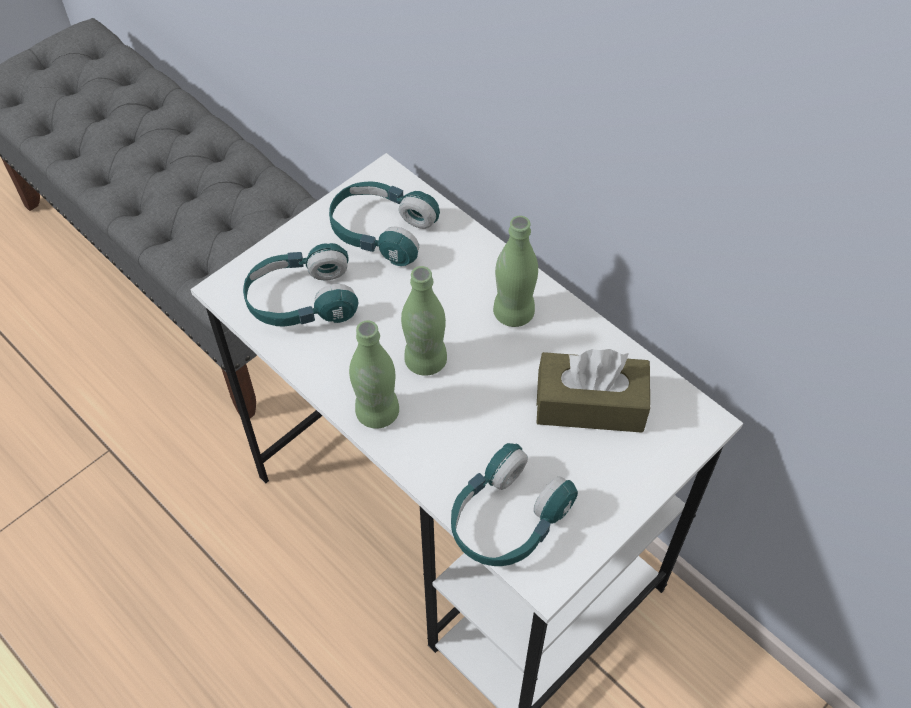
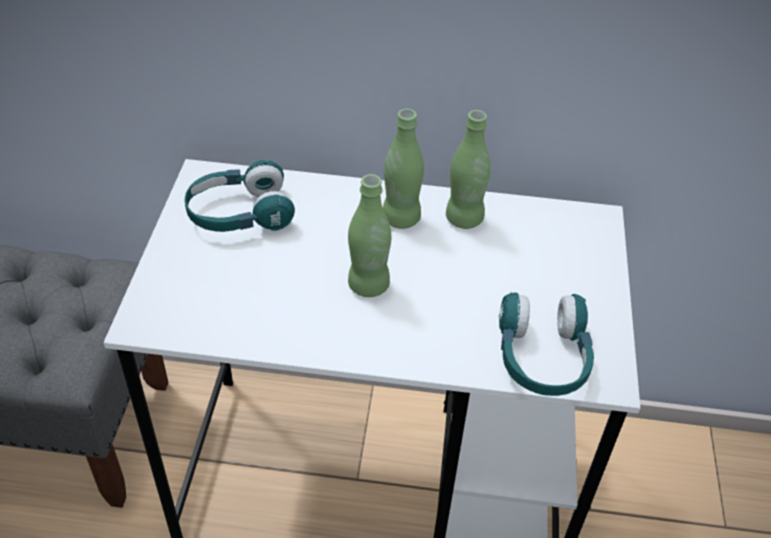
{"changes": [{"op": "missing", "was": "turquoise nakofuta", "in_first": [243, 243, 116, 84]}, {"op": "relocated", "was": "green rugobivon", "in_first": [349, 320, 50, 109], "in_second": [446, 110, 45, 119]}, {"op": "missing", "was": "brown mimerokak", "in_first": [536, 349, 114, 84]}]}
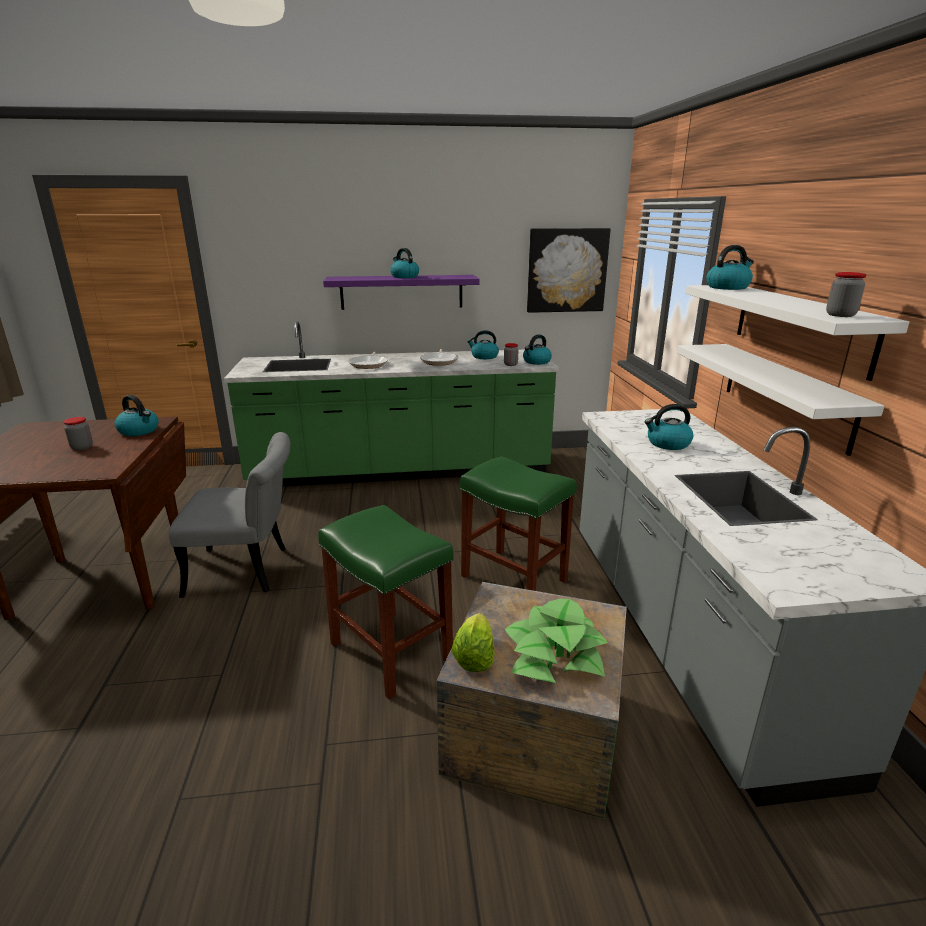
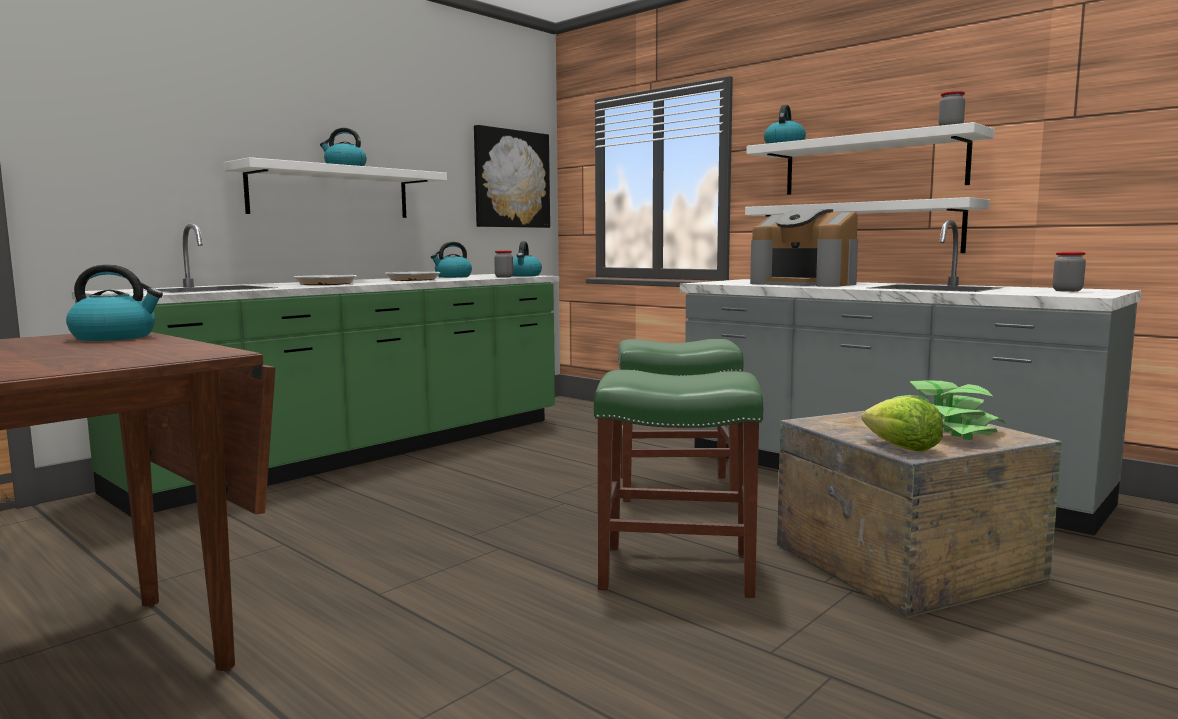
{"changes": [{"op": "relocated", "was": "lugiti", "in_first": [63, 417, 30, 33], "in_second": [1053, 252, 33, 40]}, {"op": "missing", "was": "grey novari", "in_first": [169, 432, 122, 166]}, {"op": "colour", "was": "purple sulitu", "now": "white sulitu", "in_first": [323, 275, 157, 35], "in_second": [223, 157, 224, 61]}, {"op": "exchanged", "was": "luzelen", "now": "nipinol", "in_first": [645, 404, 48, 46], "in_second": [750, 209, 108, 78]}]}
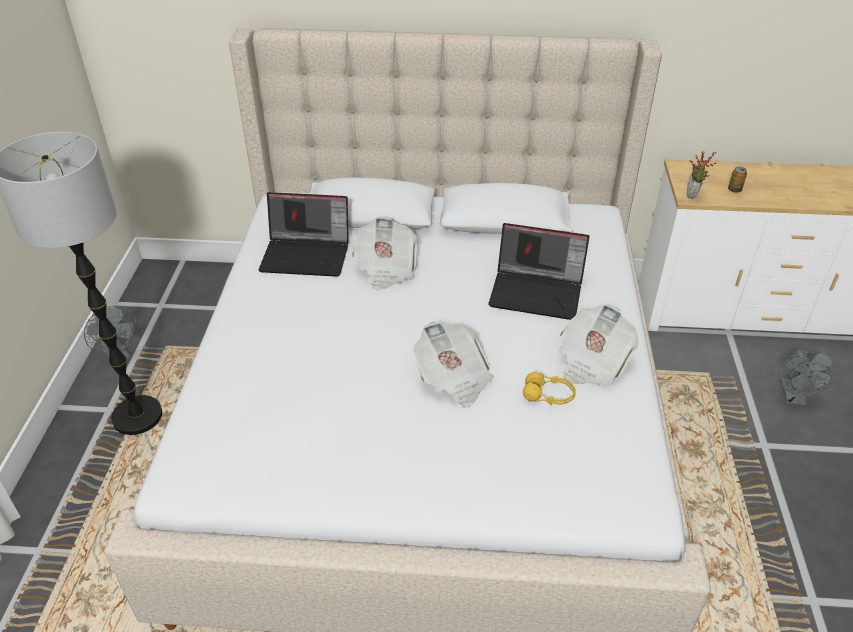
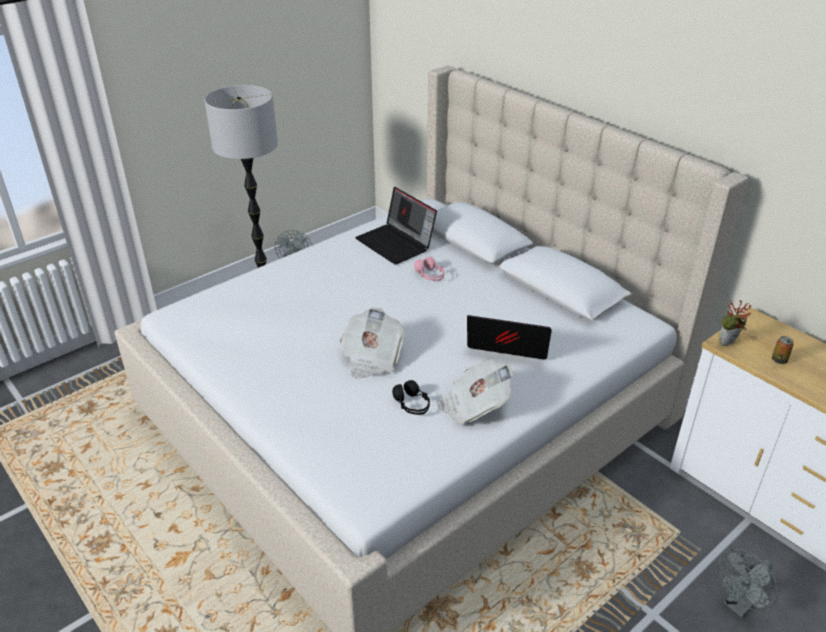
{"changes": [{"op": "exchanged", "was": "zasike", "now": "pink nakofuta", "in_first": [352, 216, 66, 74], "in_second": [414, 257, 31, 24]}, {"op": "spun", "was": "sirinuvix", "in_first": [488, 223, 101, 97], "in_second": [467, 315, 85, 45], "clockwise": 135}, {"op": "colour", "was": "yellow nakofuta", "now": "black nakofuta", "in_first": [523, 372, 53, 33], "in_second": [392, 380, 38, 35]}]}
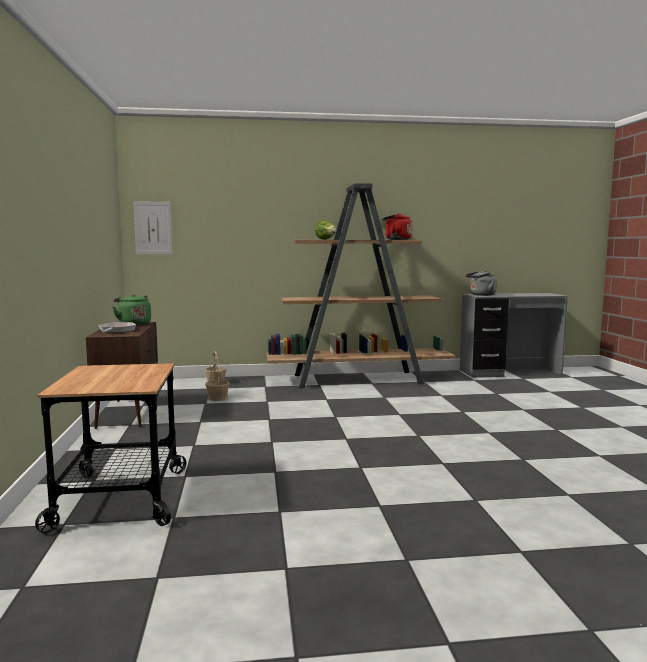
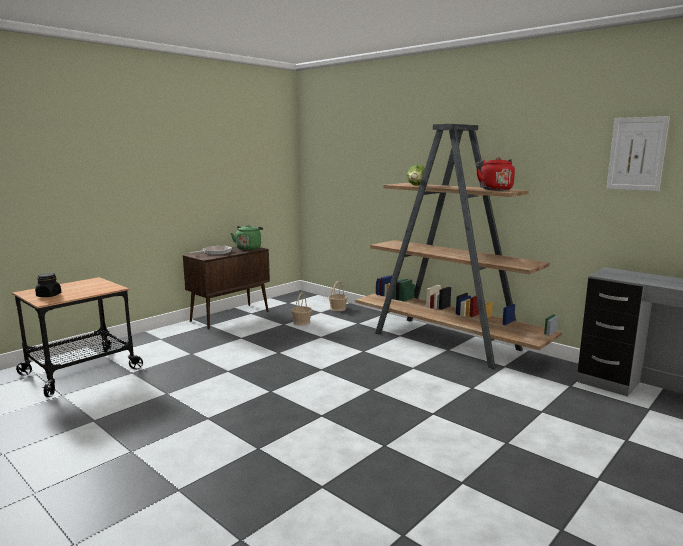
{"changes": [{"op": "relocated", "was": "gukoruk", "in_first": [134, 201, 39, 54], "in_second": [606, 116, 64, 75]}, {"op": "missing", "was": "grey luzelen", "in_first": [466, 270, 31, 26]}, {"op": "appeared", "now": "black lugiti", "in_second": [35, 273, 26, 24]}]}
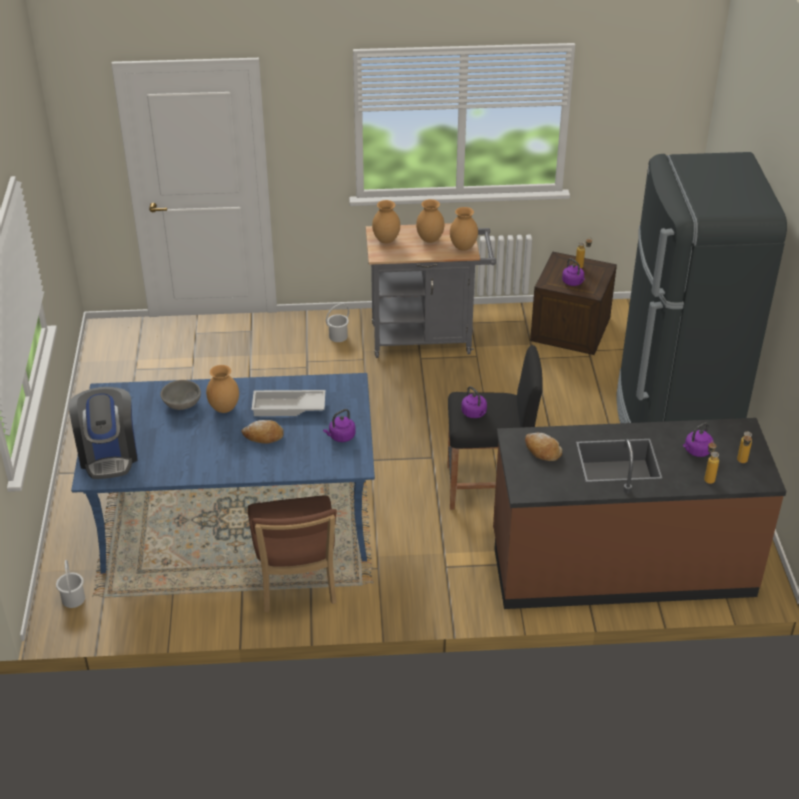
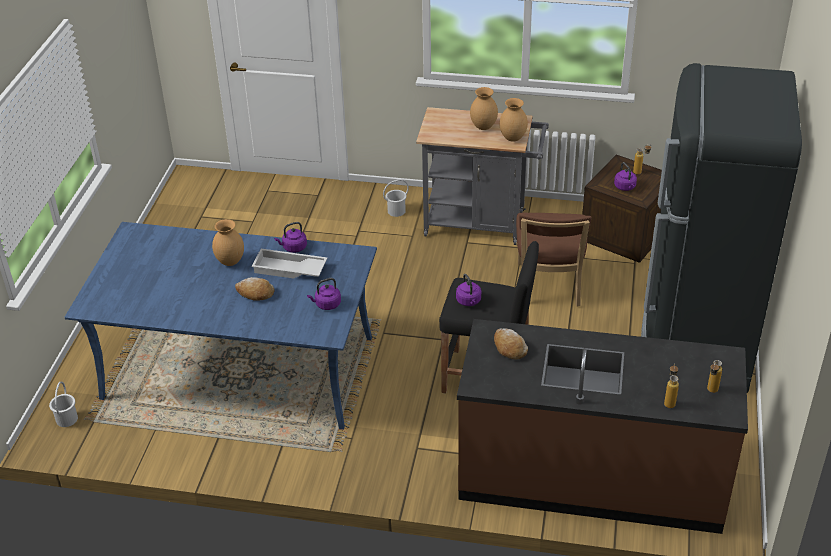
{"changes": [{"op": "missing", "was": "nipinol", "in_first": [69, 387, 69, 92]}, {"op": "missing", "was": "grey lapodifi", "in_first": [160, 380, 41, 30]}, {"op": "relocated", "was": "brown novari", "in_first": [248, 496, 89, 116], "in_second": [516, 213, 76, 93]}, {"op": "missing", "was": "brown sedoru", "in_first": [372, 200, 28, 44]}, {"op": "relocated", "was": "purple luzelen", "in_first": [683, 422, 30, 35], "in_second": [274, 222, 33, 31]}]}
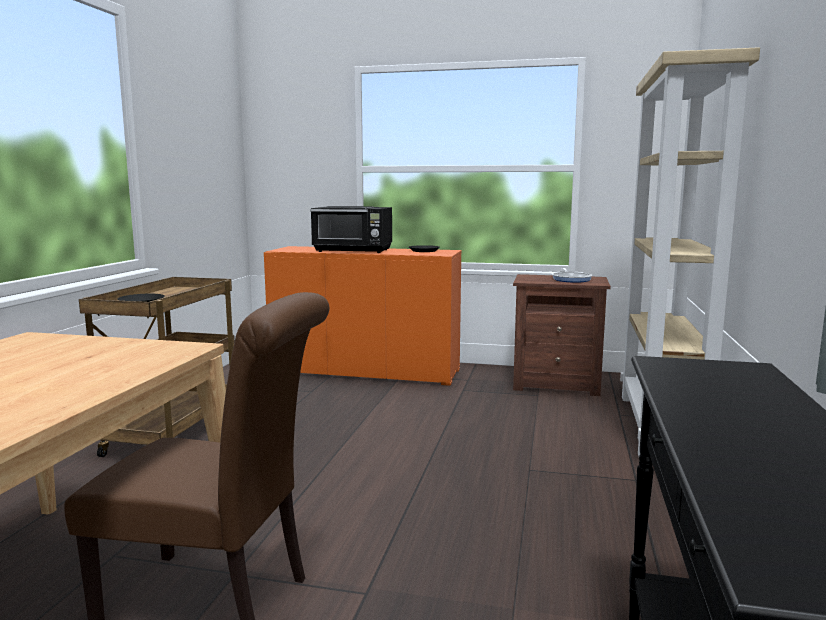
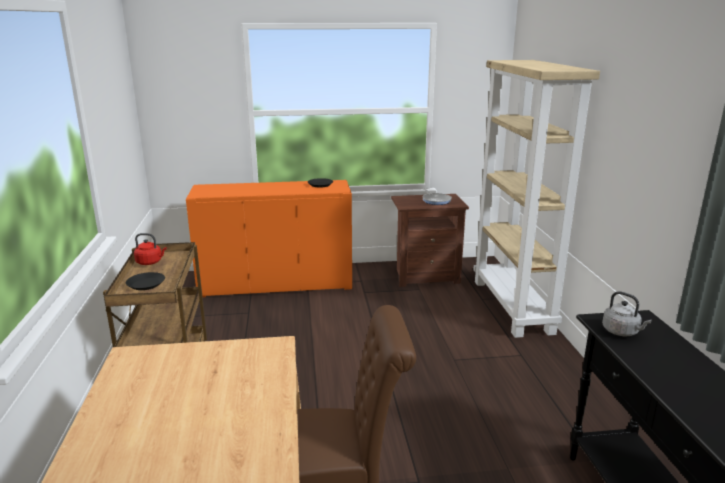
{"changes": [{"op": "missing", "was": "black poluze", "in_first": [310, 206, 82, 47]}, {"op": "appeared", "now": "red luzelen", "in_second": [134, 233, 33, 32]}, {"op": "appeared", "now": "grey luzelen", "in_second": [602, 291, 50, 45]}]}
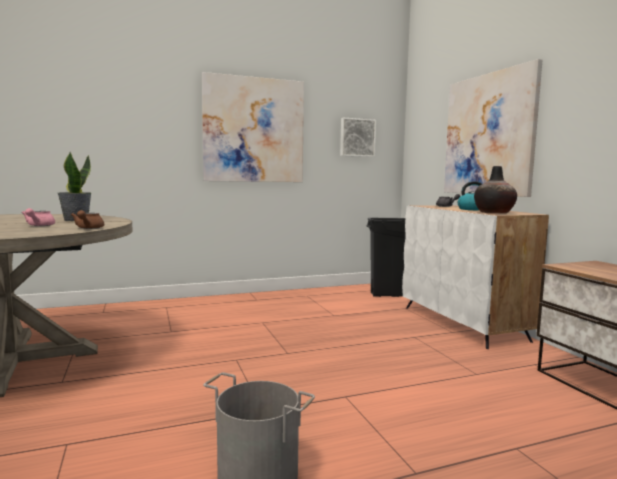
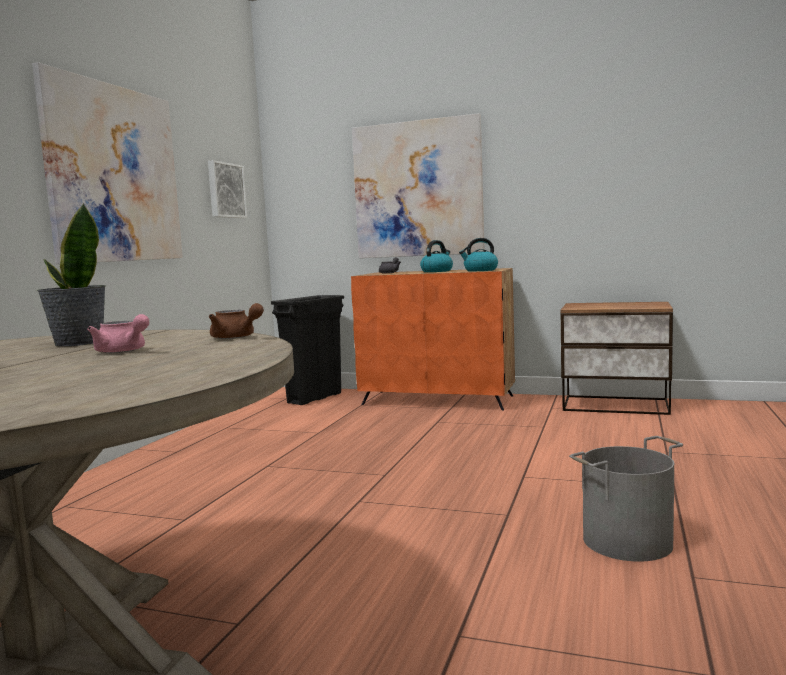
{"changes": [{"op": "colour", "was": "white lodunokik", "now": "orange lodunokik", "in_first": [402, 205, 147, 144], "in_second": [351, 268, 164, 142]}, {"op": "exchanged", "was": "sedoru", "now": "luzelen", "in_first": [474, 166, 43, 48], "in_second": [459, 238, 39, 33]}]}
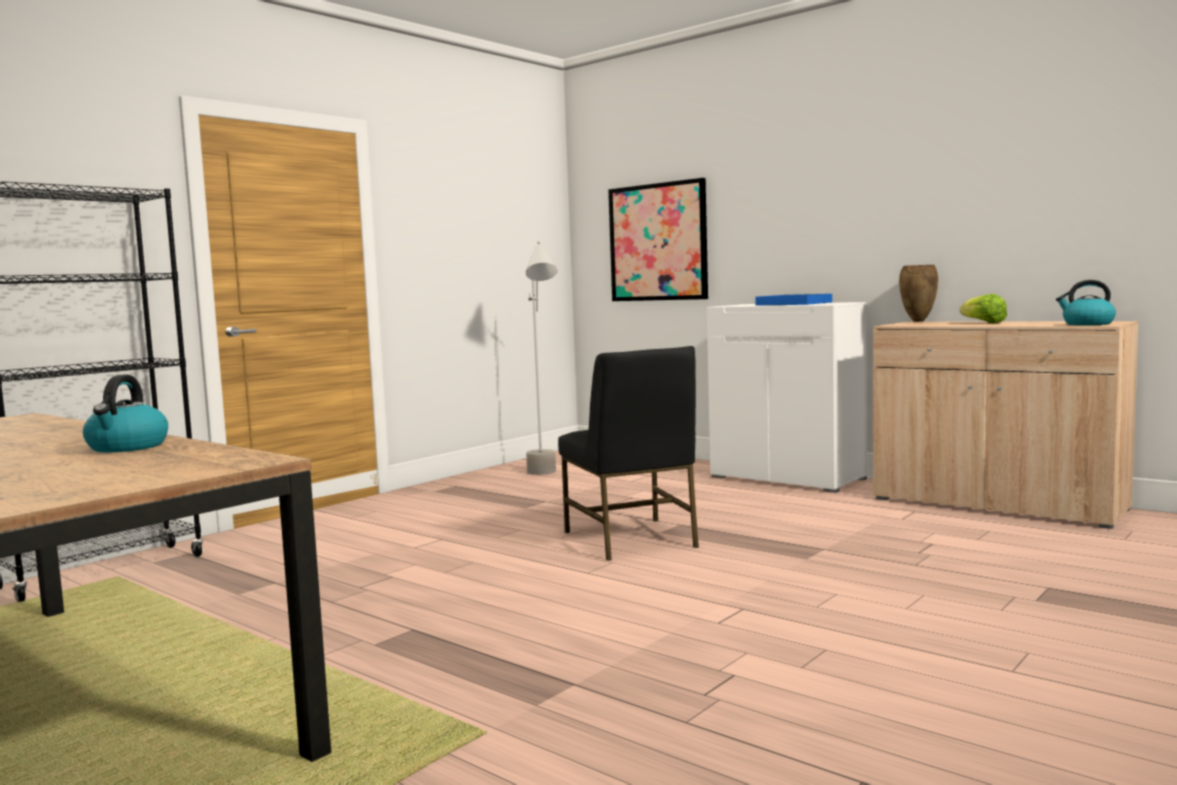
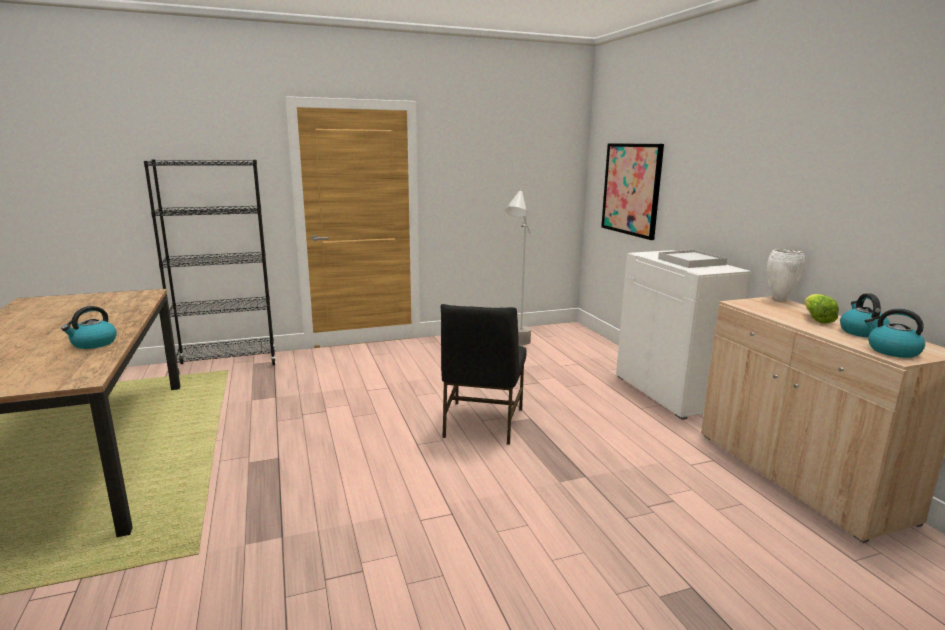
{"changes": [{"op": "colour", "was": "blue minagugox", "now": "white minagugox", "in_first": [755, 294, 77, 12], "in_second": [658, 250, 69, 18]}, {"op": "colour", "was": "brown sedoru", "now": "white sedoru", "in_first": [899, 265, 39, 57], "in_second": [767, 249, 38, 52]}, {"op": "appeared", "now": "luzelen", "in_second": [840, 293, 50, 45]}]}
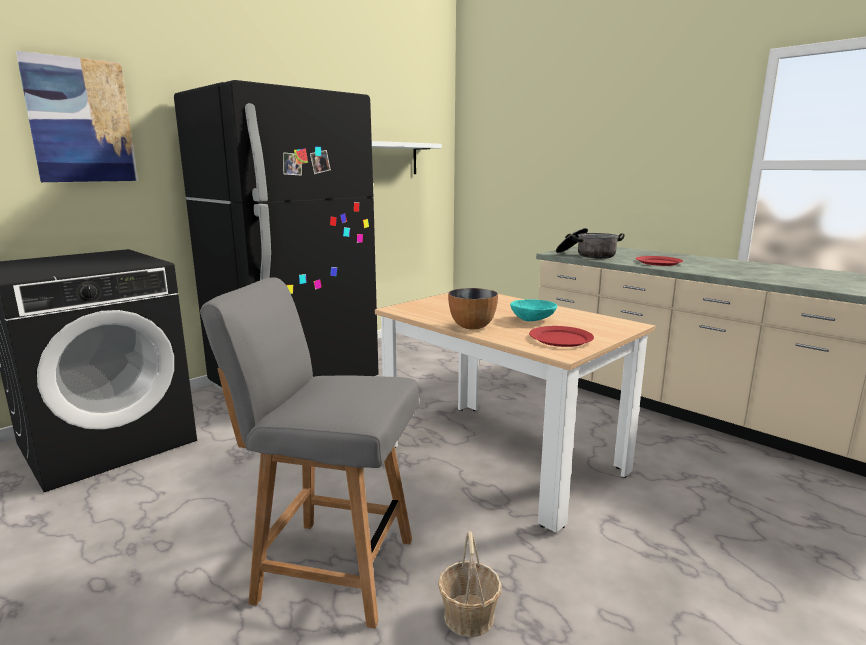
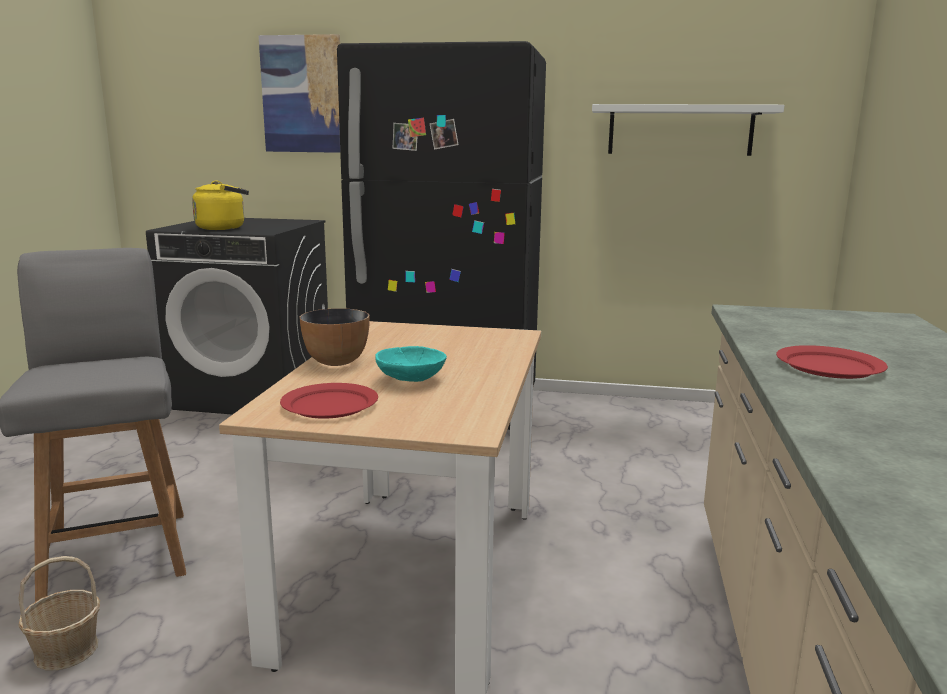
{"changes": [{"op": "missing", "was": "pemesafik", "in_first": [556, 228, 69, 31]}, {"op": "appeared", "now": "yellow luzelen", "in_second": [192, 181, 57, 49]}]}
